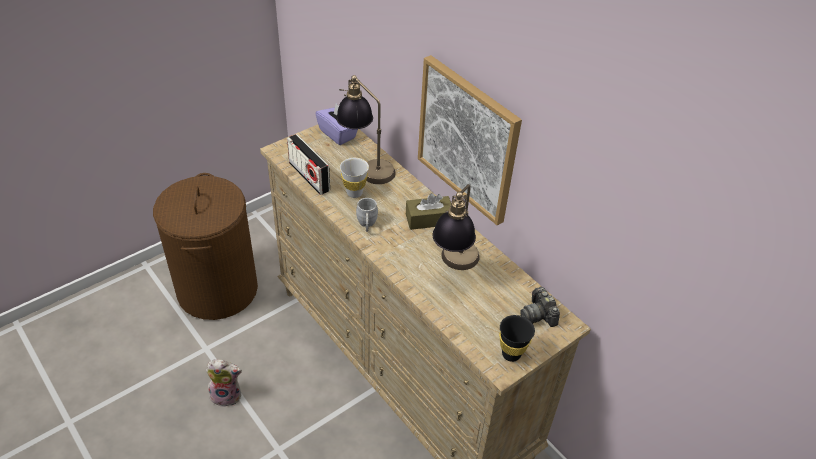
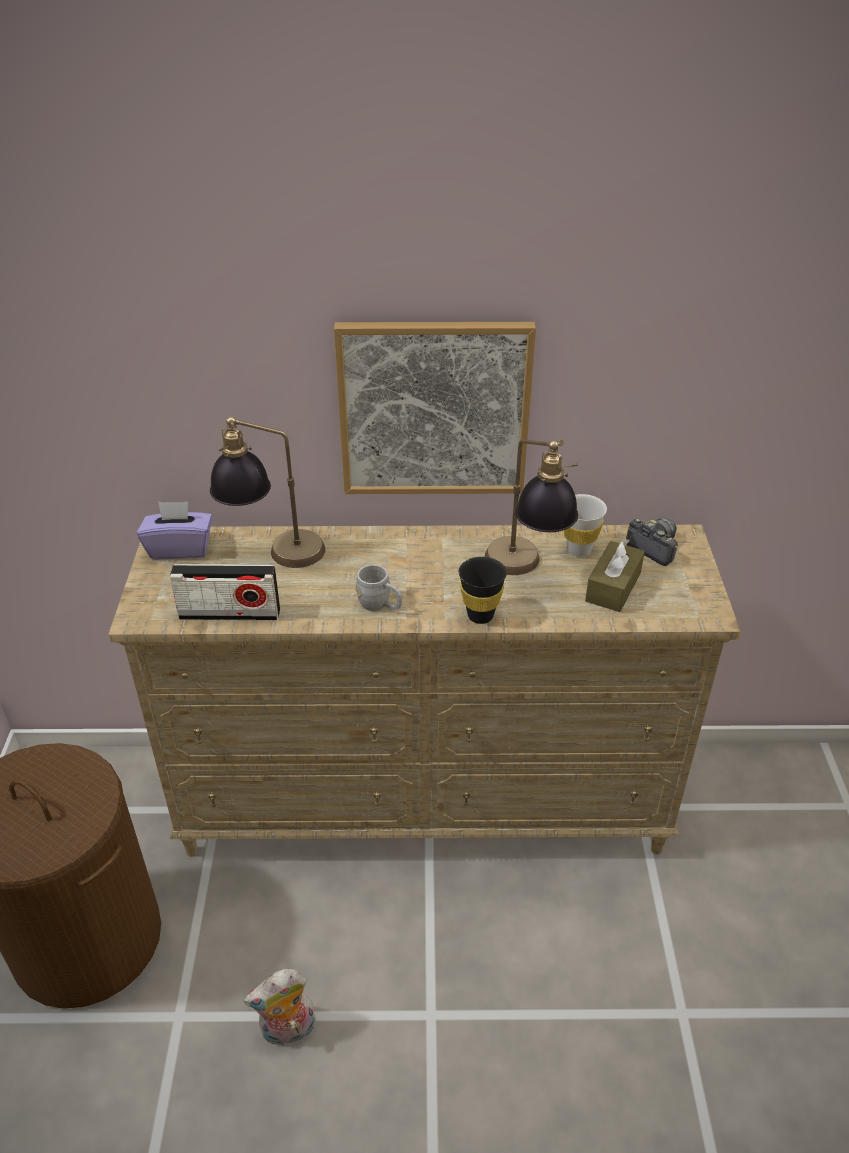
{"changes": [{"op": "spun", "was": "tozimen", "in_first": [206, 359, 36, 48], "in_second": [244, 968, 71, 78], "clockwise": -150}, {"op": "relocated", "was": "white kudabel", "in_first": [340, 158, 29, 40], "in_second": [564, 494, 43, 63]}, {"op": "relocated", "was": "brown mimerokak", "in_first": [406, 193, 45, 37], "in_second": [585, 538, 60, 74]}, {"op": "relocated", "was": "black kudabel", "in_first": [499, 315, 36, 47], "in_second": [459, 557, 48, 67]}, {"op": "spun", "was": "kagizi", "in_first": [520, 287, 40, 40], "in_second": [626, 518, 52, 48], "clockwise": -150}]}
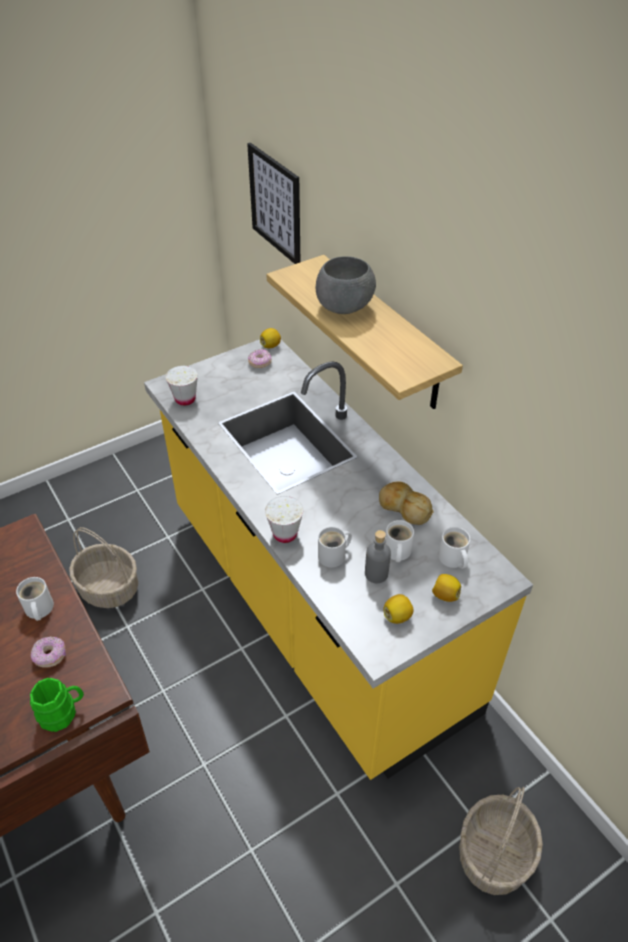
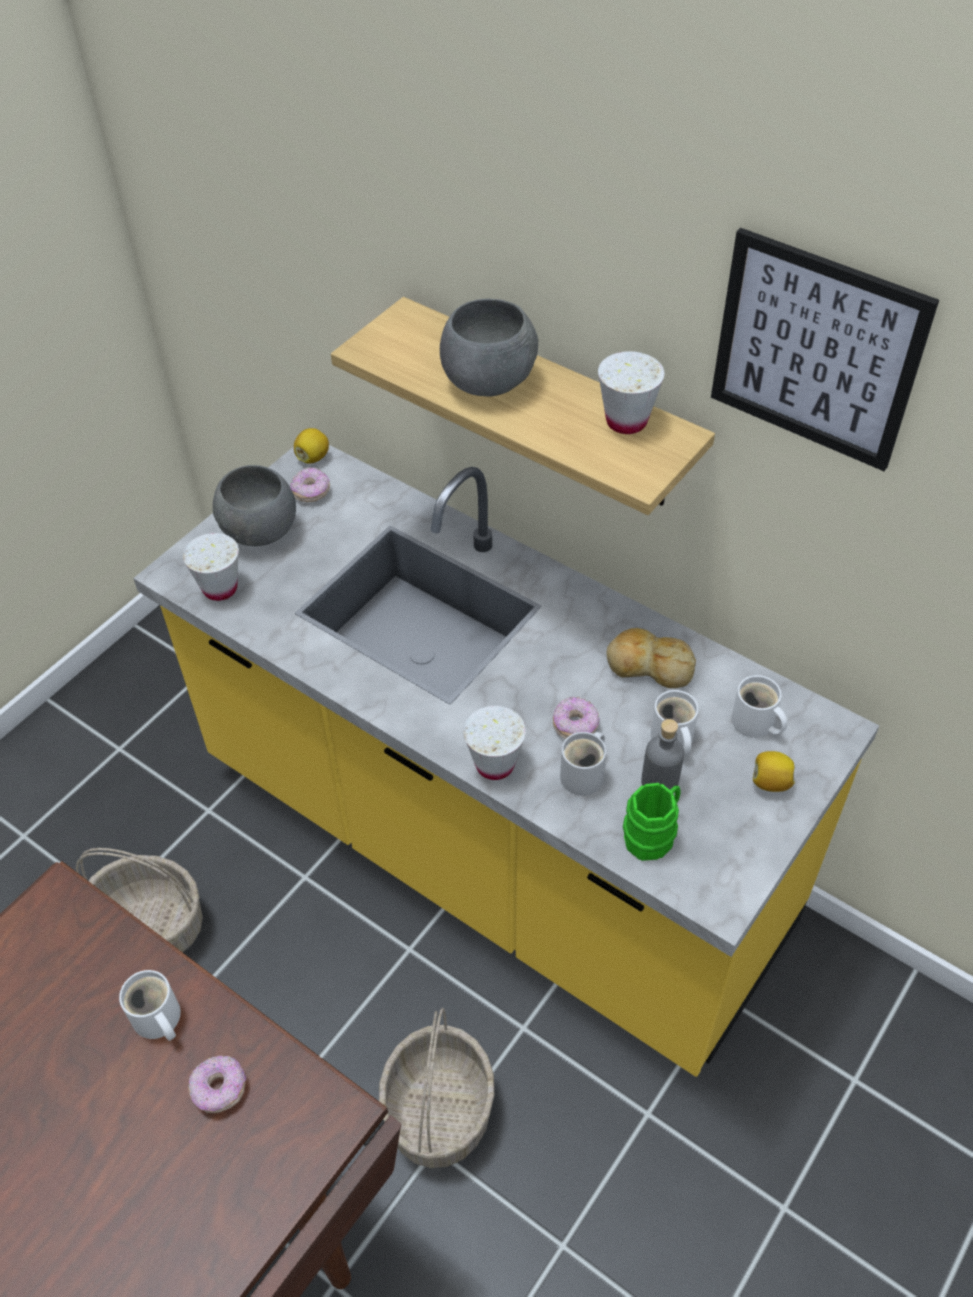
{"changes": [{"op": "relocated", "was": "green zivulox", "in_first": [30, 678, 54, 54], "in_second": [623, 783, 58, 78]}, {"op": "relocated", "was": "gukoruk", "in_first": [247, 143, 53, 121], "in_second": [711, 228, 228, 243]}, {"op": "missing", "was": "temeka", "in_first": [383, 594, 31, 30]}, {"op": "relocated", "was": "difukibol", "in_first": [459, 787, 84, 108], "in_second": [379, 1008, 115, 160]}, {"op": "appeared", "now": "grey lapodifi", "in_second": [213, 465, 83, 81]}, {"op": "appeared", "now": "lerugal", "in_second": [553, 696, 47, 43]}, {"op": "appeared", "now": "white kudabel", "in_second": [598, 351, 67, 83]}]}
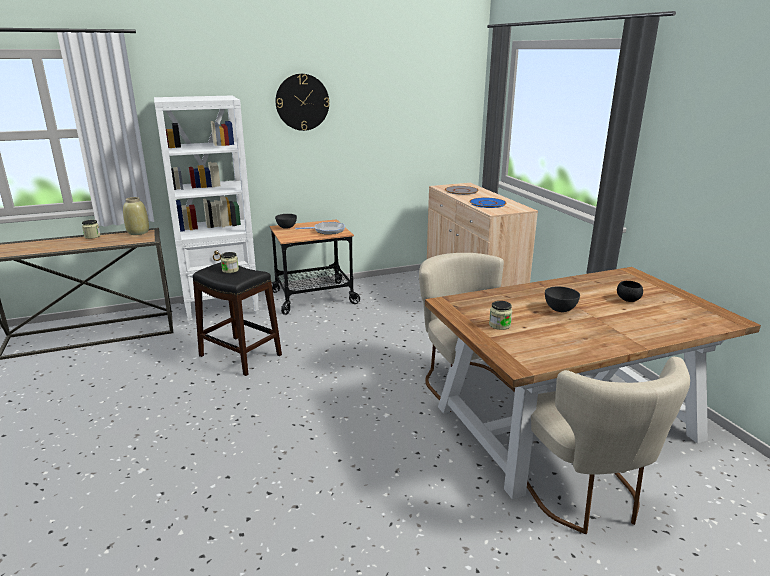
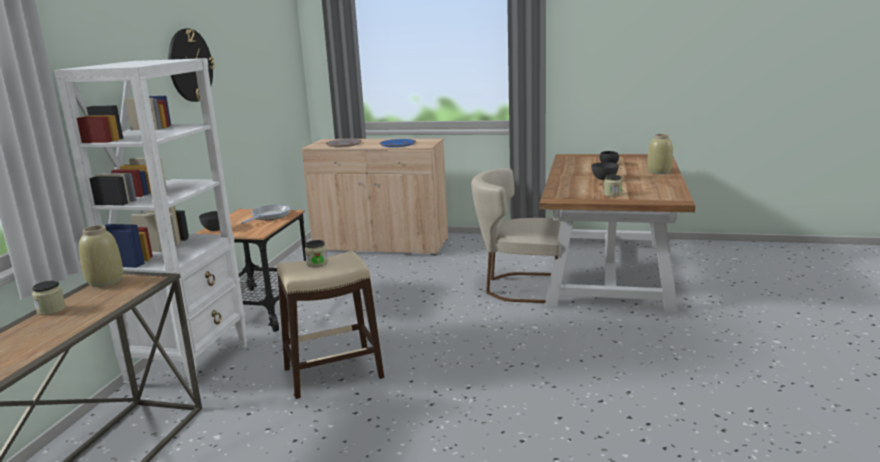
{"changes": [{"op": "colour", "was": "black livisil", "now": "beige livisil", "in_first": [193, 262, 89, 114], "in_second": [277, 251, 107, 148]}, {"op": "missing", "was": "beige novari", "in_first": [527, 357, 163, 177]}, {"op": "appeared", "now": "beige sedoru", "in_second": [647, 134, 26, 40]}]}
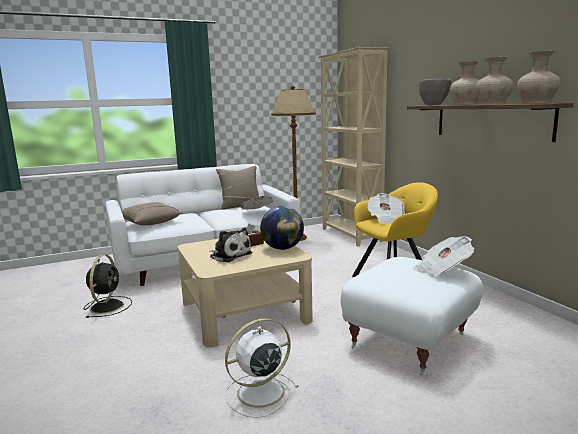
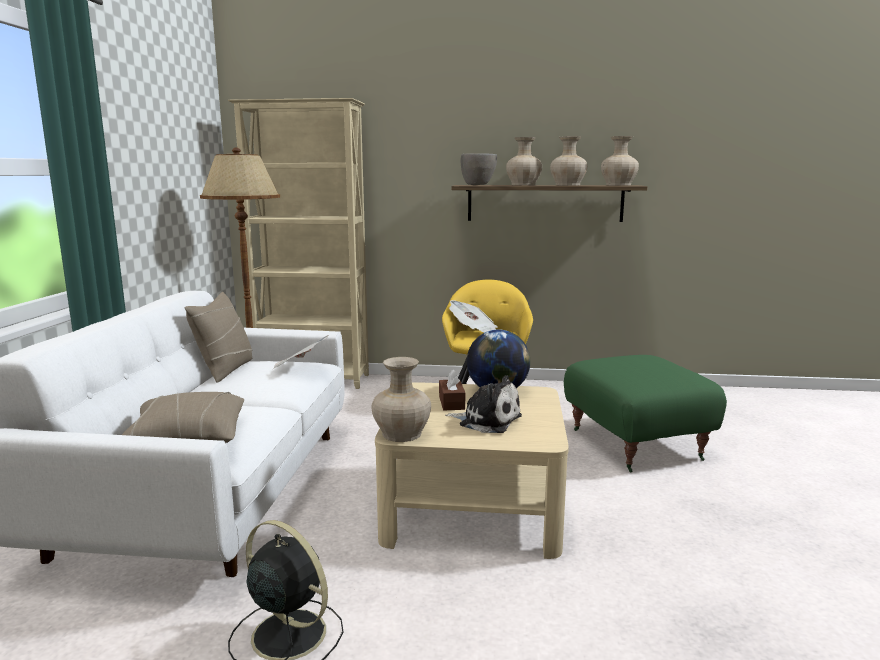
{"changes": [{"op": "spun", "was": "tozimen", "in_first": [209, 228, 43, 34], "in_second": [445, 375, 77, 58], "clockwise": 45}, {"op": "missing", "was": "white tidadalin", "in_first": [225, 318, 74, 100]}, {"op": "colour", "was": "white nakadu", "now": "green nakadu", "in_first": [340, 257, 143, 119], "in_second": [564, 355, 163, 118]}, {"op": "missing", "was": "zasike", "in_first": [414, 236, 60, 40]}, {"op": "appeared", "now": "beige sedoru", "in_second": [372, 357, 59, 85]}]}
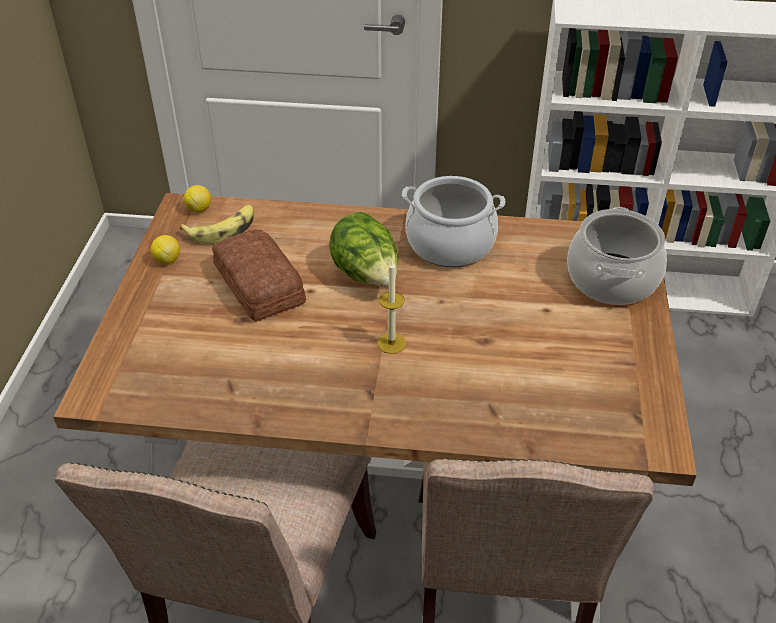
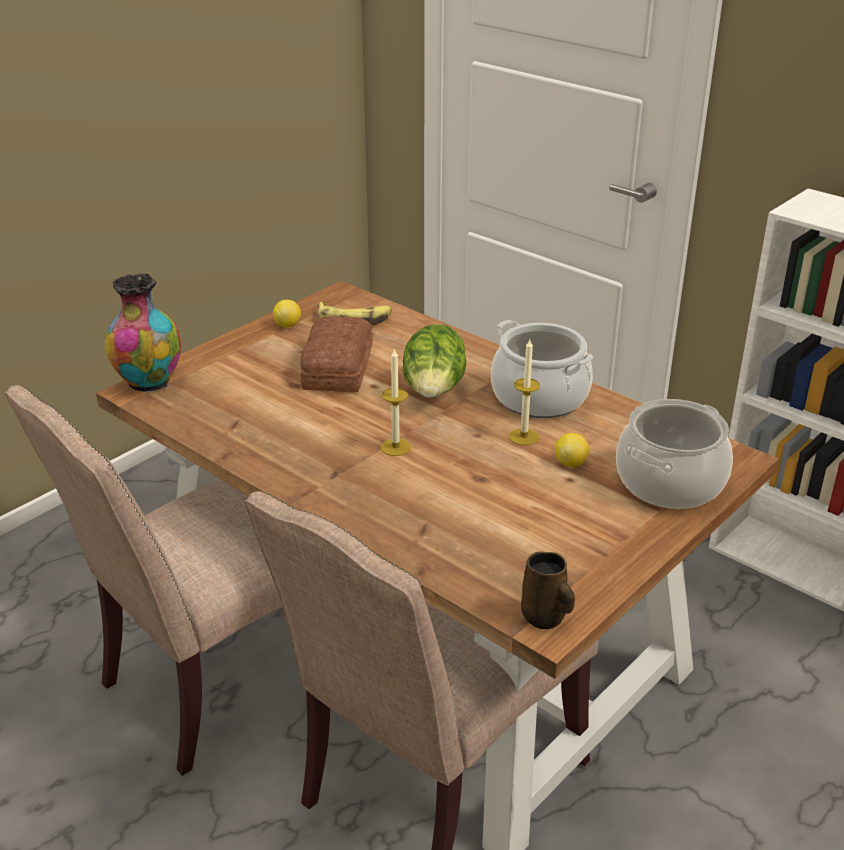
{"changes": [{"op": "relocated", "was": "temeka", "in_first": [184, 185, 27, 28], "in_second": [555, 433, 34, 34]}, {"op": "appeared", "now": "sedoru", "in_second": [105, 273, 76, 119]}, {"op": "appeared", "now": "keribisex", "in_second": [509, 340, 31, 105]}, {"op": "appeared", "now": "brown zivulox", "in_second": [521, 552, 54, 77]}]}
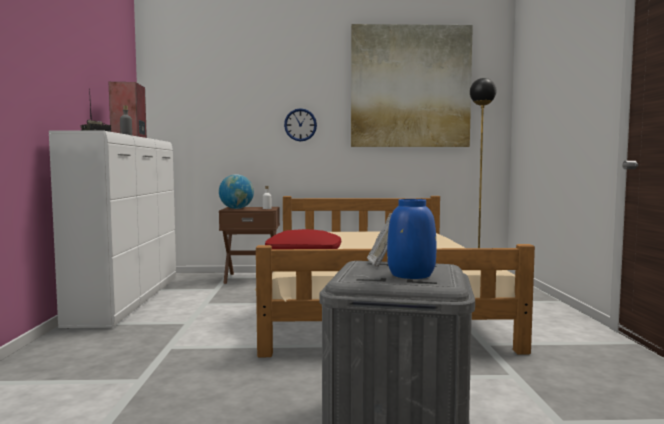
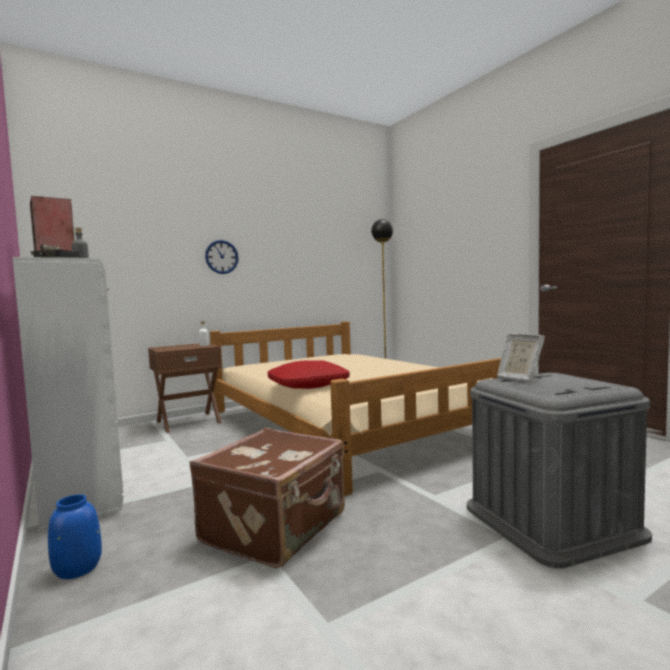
{"changes": [{"op": "missing", "was": "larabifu", "in_first": [219, 174, 35, 35]}, {"op": "missing", "was": "gukoruk", "in_first": [351, 24, 122, 123]}, {"op": "relocated", "was": "blue sedoru", "in_first": [387, 199, 49, 80], "in_second": [48, 494, 54, 85]}, {"op": "appeared", "now": "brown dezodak", "in_second": [189, 428, 156, 140]}]}
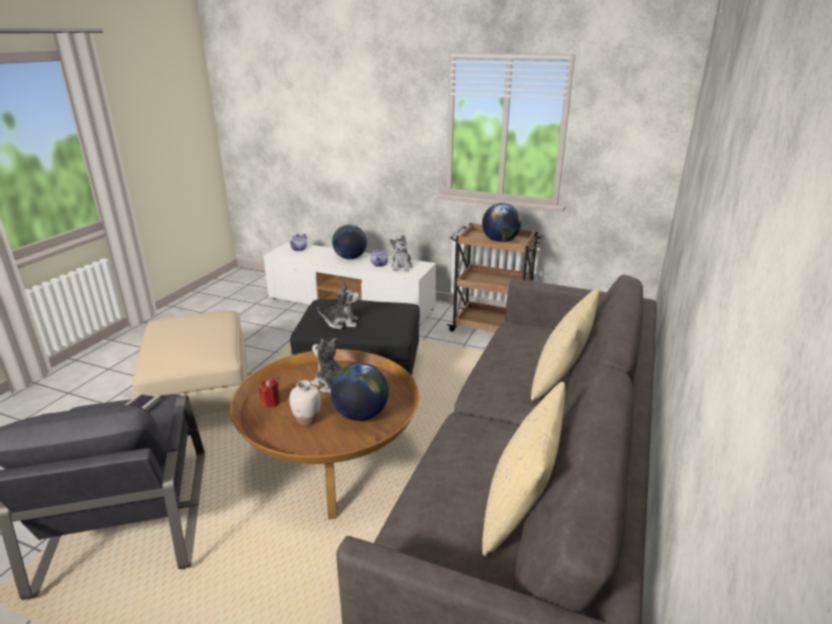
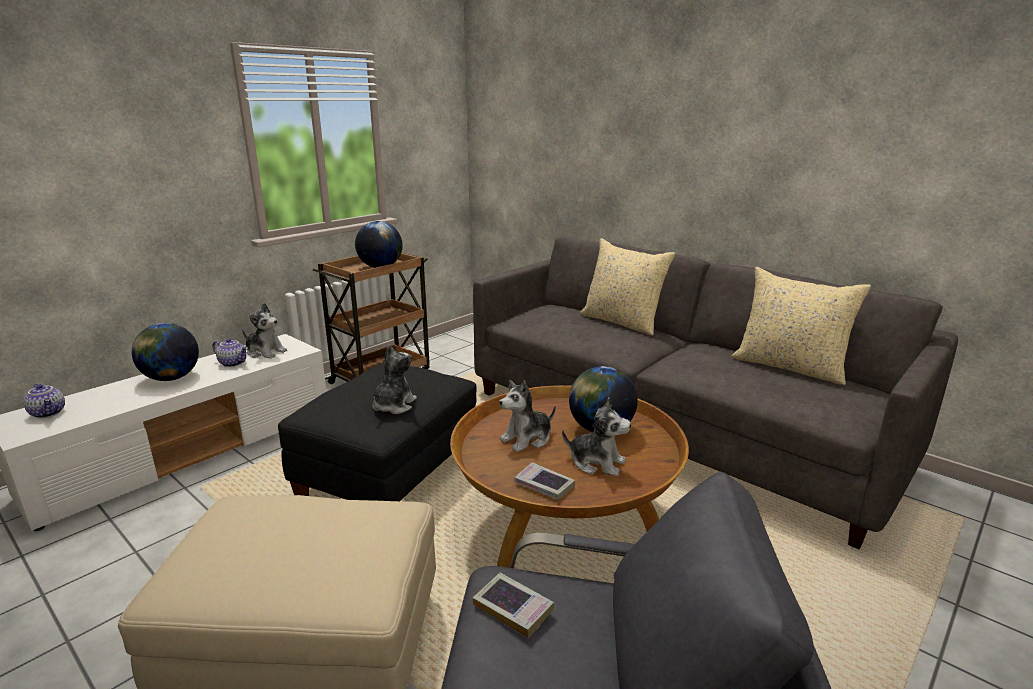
{"changes": [{"op": "exchanged", "was": "red keribisex", "now": "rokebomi", "in_first": [259, 379, 21, 29], "in_second": [514, 462, 61, 37]}, {"op": "exchanged", "was": "white sedoru", "now": "tozimen", "in_first": [289, 380, 32, 46], "in_second": [562, 398, 69, 78]}]}
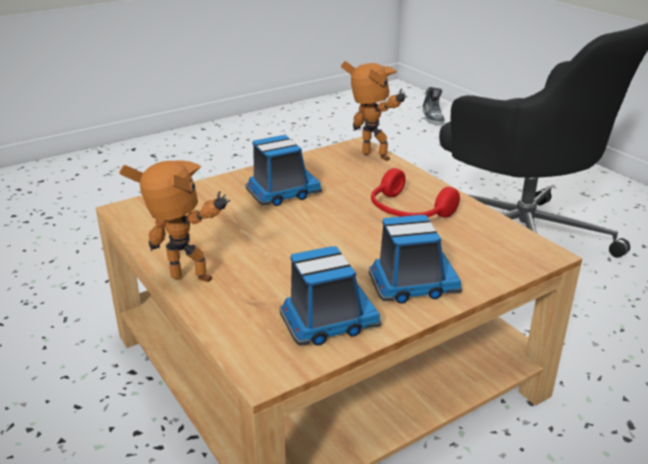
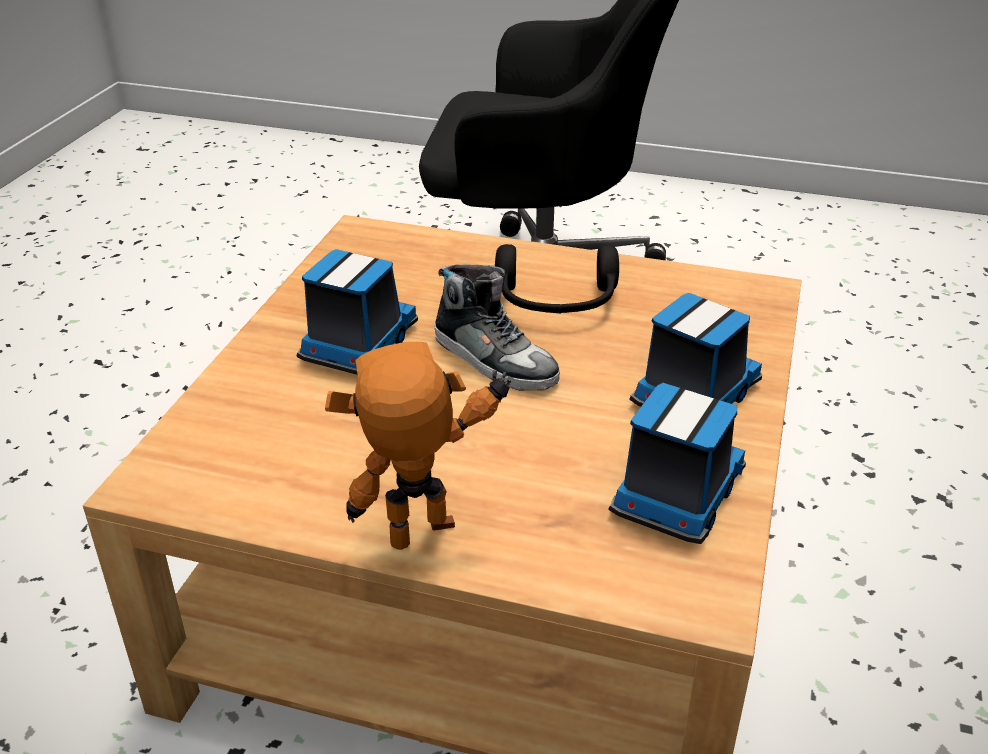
{"changes": [{"op": "missing", "was": "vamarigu", "in_first": [341, 61, 67, 100]}, {"op": "colour", "was": "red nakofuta", "now": "black nakofuta", "in_first": [371, 168, 89, 50], "in_second": [495, 244, 124, 69]}, {"op": "relocated", "was": "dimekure", "in_first": [423, 87, 21, 38], "in_second": [434, 264, 126, 126]}]}
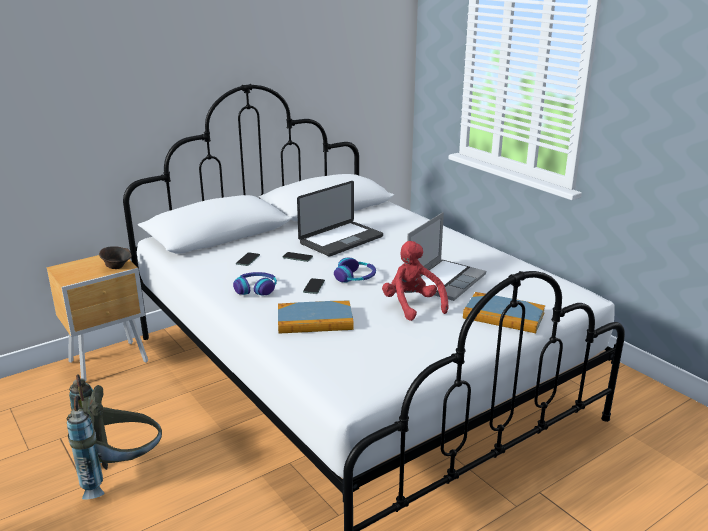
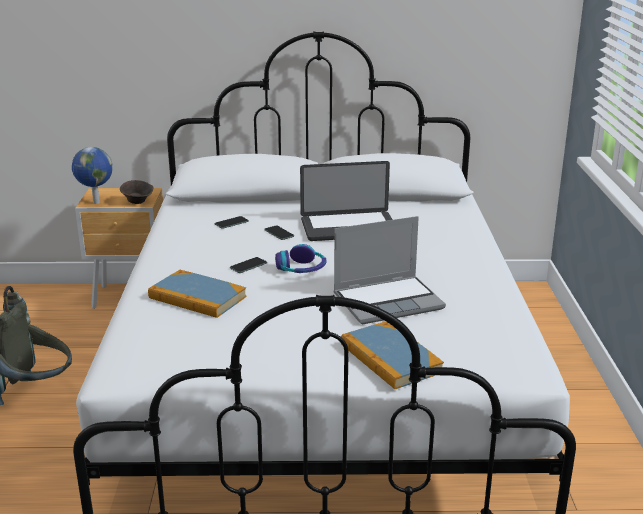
{"changes": [{"op": "missing", "was": "nakofuta", "in_first": [233, 272, 44, 24]}, {"op": "missing", "was": "red tozimen", "in_first": [382, 241, 67, 80]}, {"op": "appeared", "now": "larabifu", "in_second": [72, 147, 41, 57]}]}
